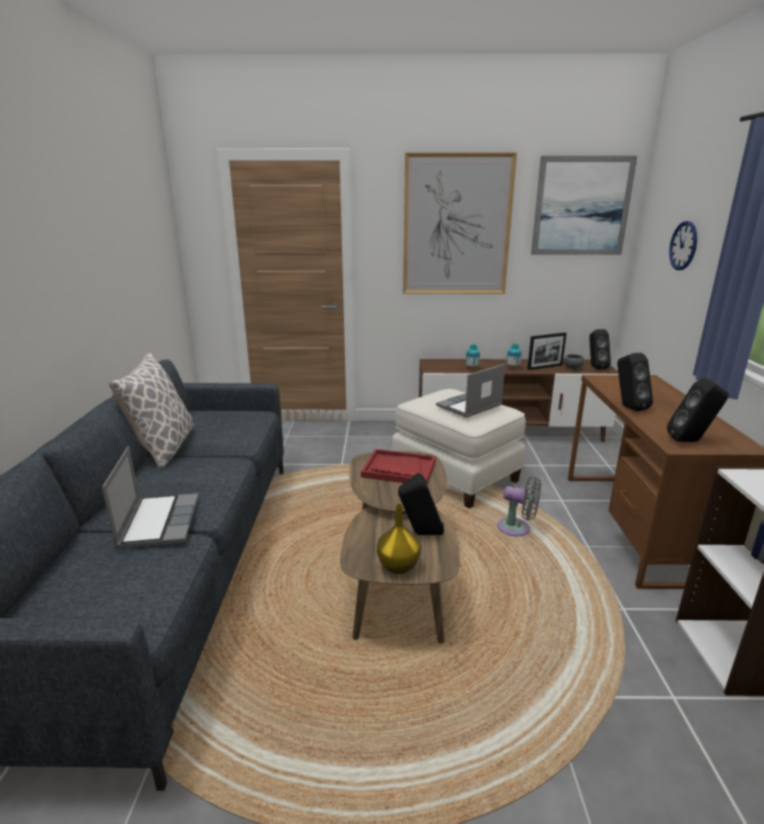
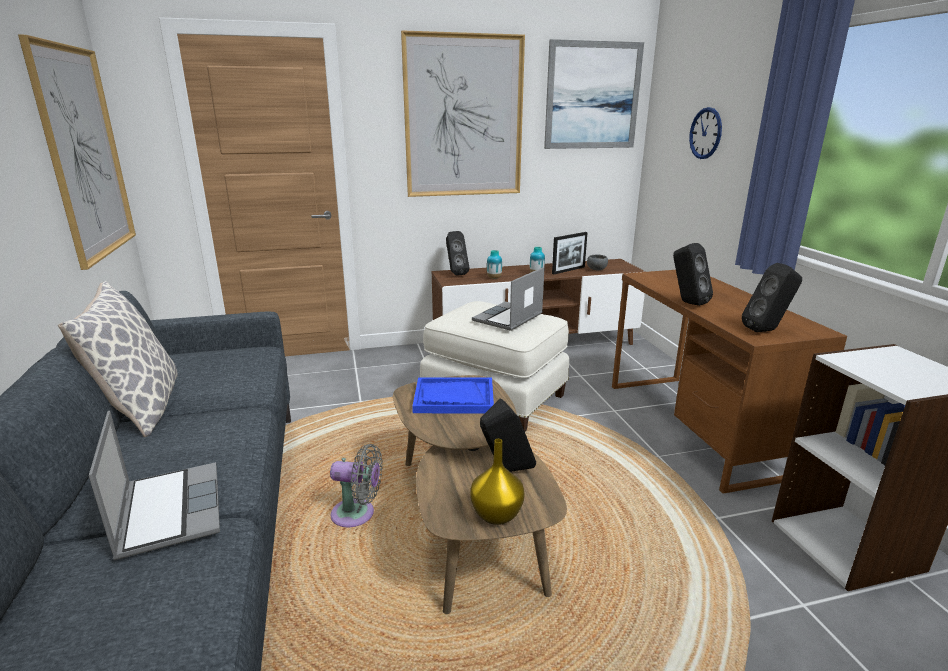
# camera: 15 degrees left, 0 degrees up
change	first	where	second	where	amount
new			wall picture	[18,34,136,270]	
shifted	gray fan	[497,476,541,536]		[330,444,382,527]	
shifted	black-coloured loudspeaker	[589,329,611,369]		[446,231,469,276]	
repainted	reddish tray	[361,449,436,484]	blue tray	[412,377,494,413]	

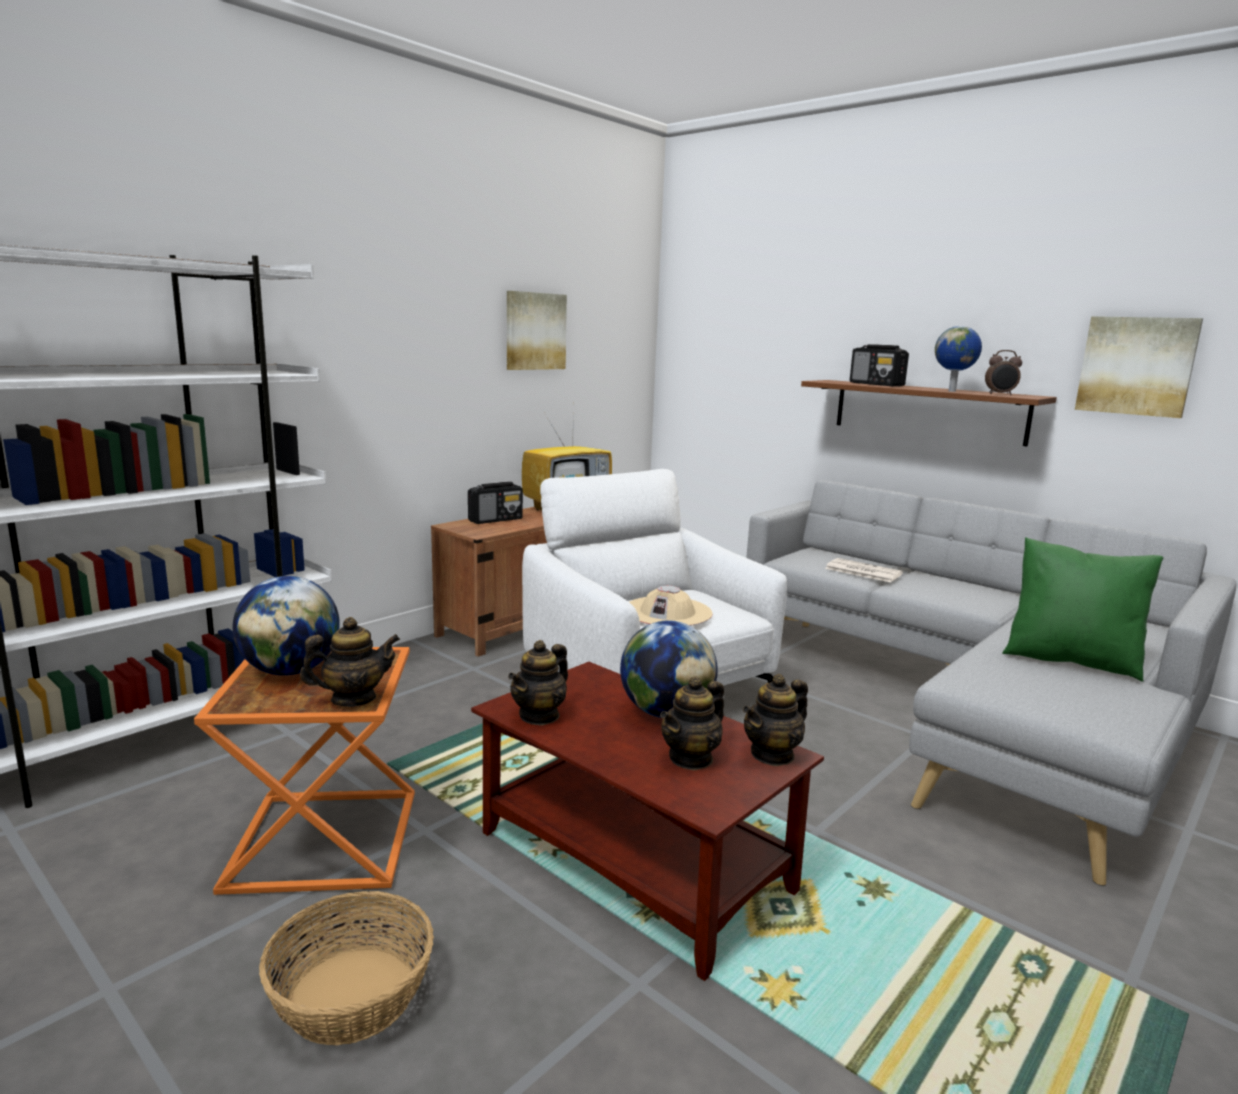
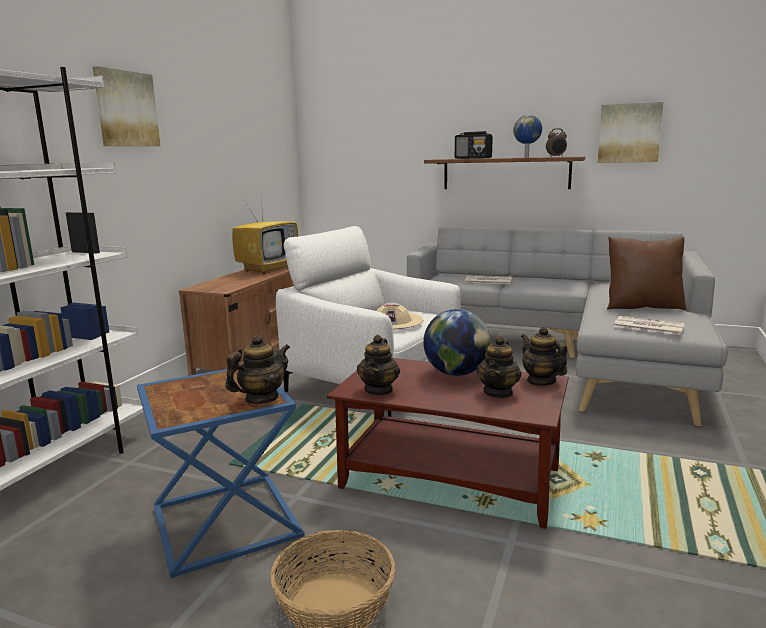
# camera: 20 degrees left, 0 degrees up
change	first	where	second	where	amount
gone	world globe	[233,576,340,676]			
gone	radio receiver	[468,482,523,524]			
new			newspaper	[614,316,685,335]	
shifted	wall picture	[507,291,567,370]		[93,66,160,146]	
repainted	orange end table	[194,647,415,895]	blue end table	[137,369,305,578]	
repainted	greenish cushion	[1002,537,1163,682]	brown cushion	[607,237,687,310]	
rotated	pot for tea	[743,674,808,766]		[521,327,567,386]	120 degrees clockwise

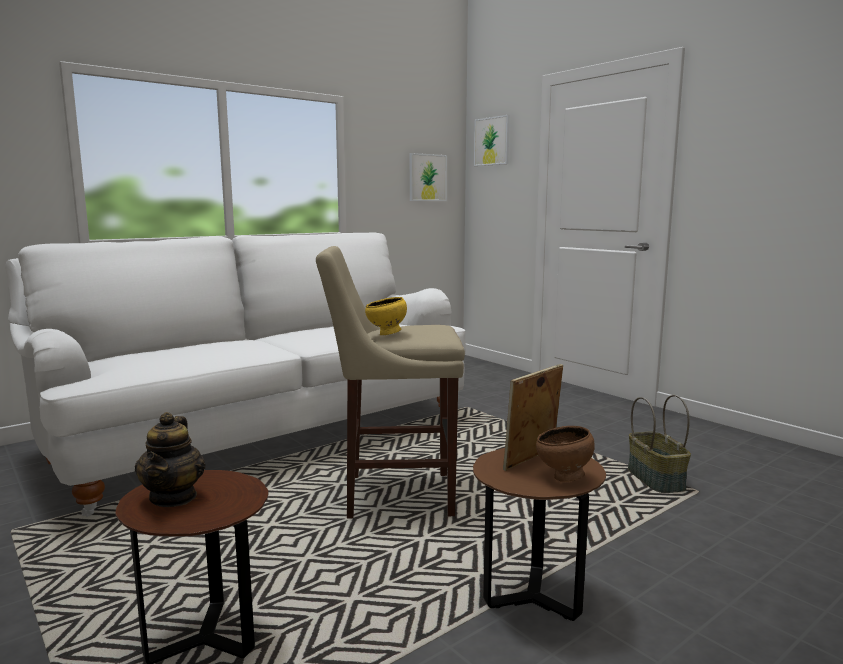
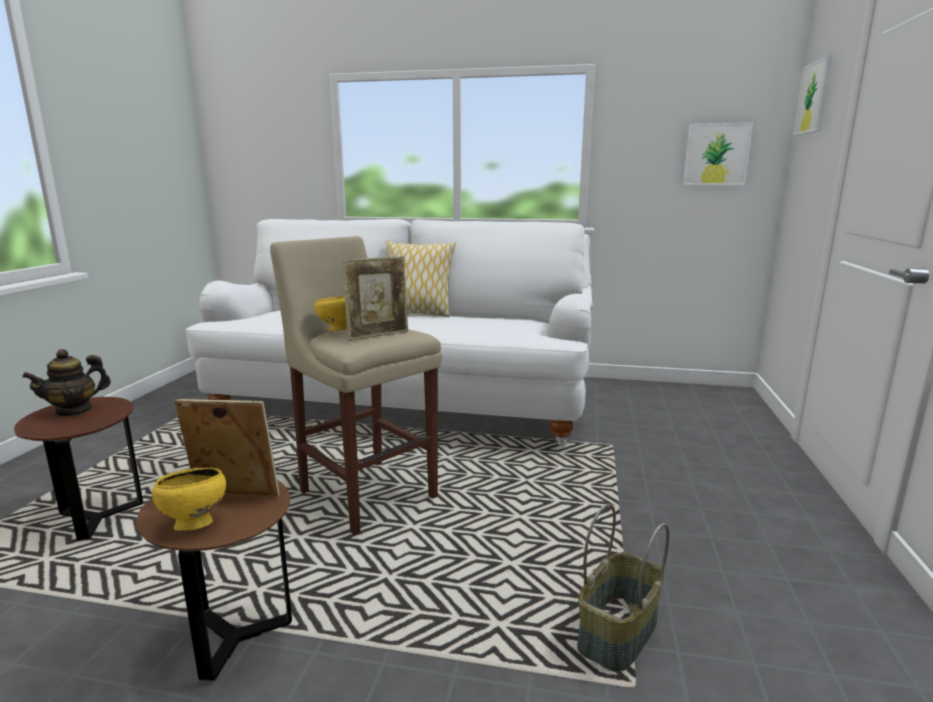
# camera: 50 degrees right, 5 degrees up
change	first	where	second	where	amount
new			picture frame	[342,256,408,341]	
new			cushion	[386,241,455,317]	
repainted	brown deep dish	[536,426,595,482]	yellow deep dish	[152,468,226,531]	

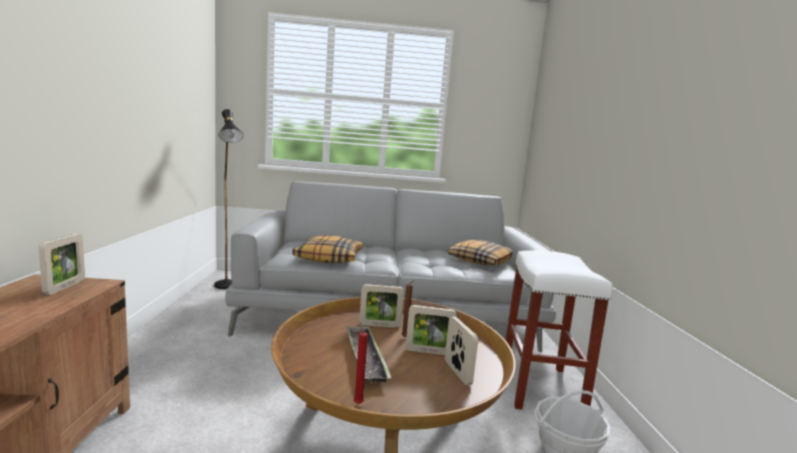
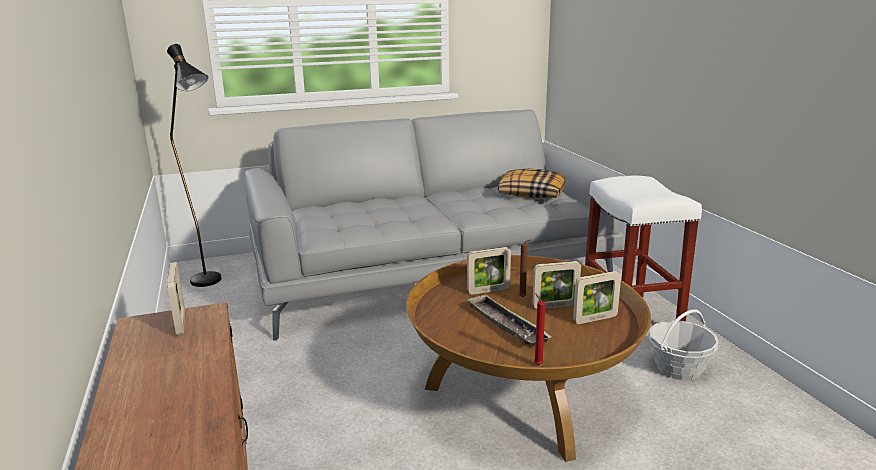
# camera: 15 degrees left, 10 degrees up
change	first	where	second	where	amount
gone	cushion	[293,236,363,263]			
rotated	picture frame	[445,317,478,385]		[573,271,621,324]	105 degrees clockwise

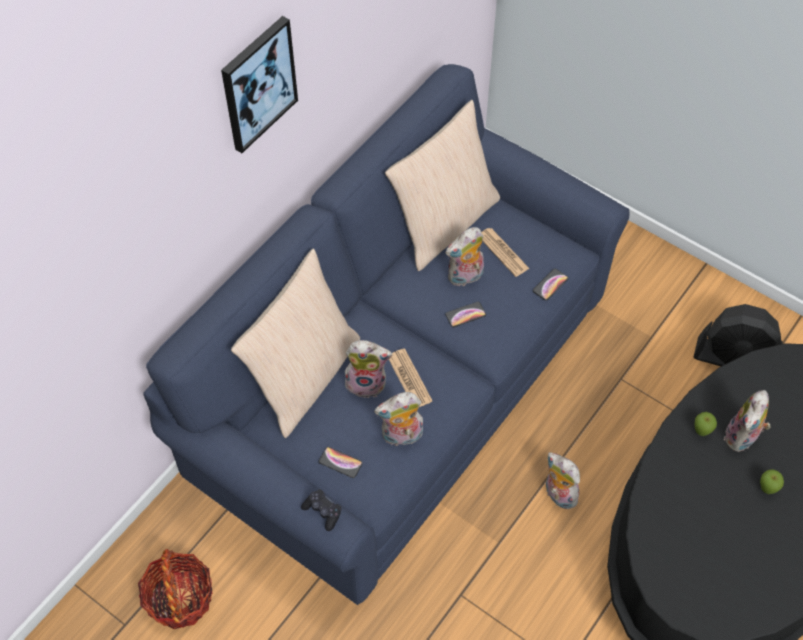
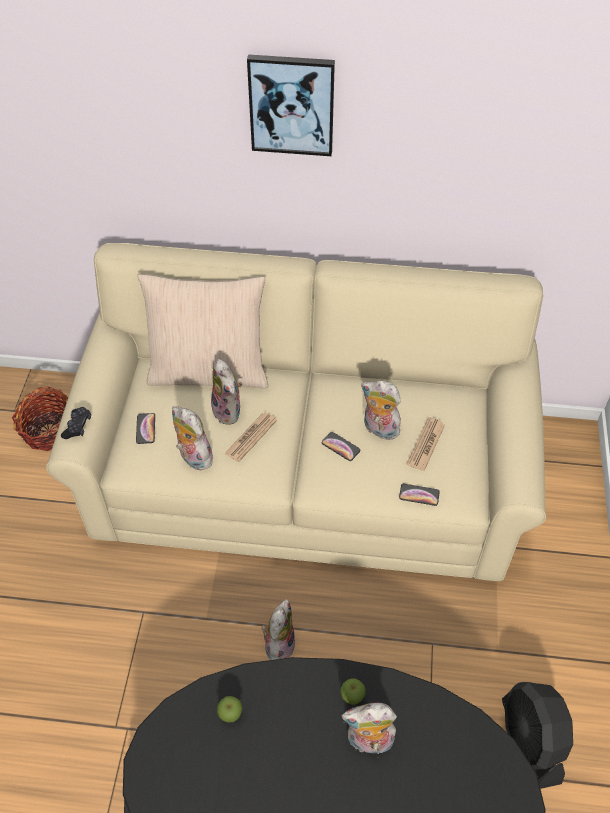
# camera: 60 degrees right, 5 degrees down
change	first	where	second	where	amount
gone	sand-coloured cushion	[385,100,500,271]			
shifted	apple	[760,470,784,494]		[217,696,242,722]	
repainted	blue couch	[143,64,630,605]	sand-coloured couch	[46,243,546,581]	

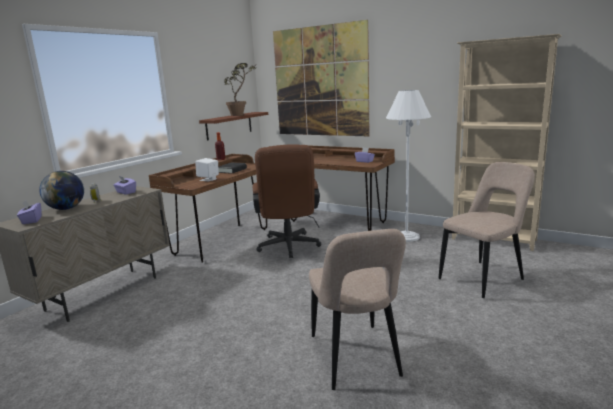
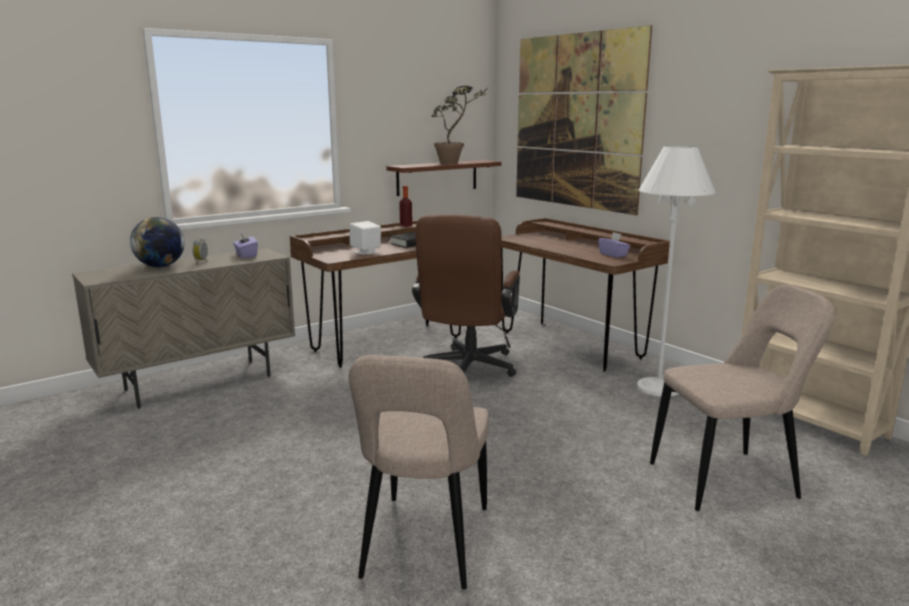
# camera: 20 degrees right, 0 degrees up
change	first	where	second	where	amount
gone	purple-coloured tissue holder	[17,200,42,224]			

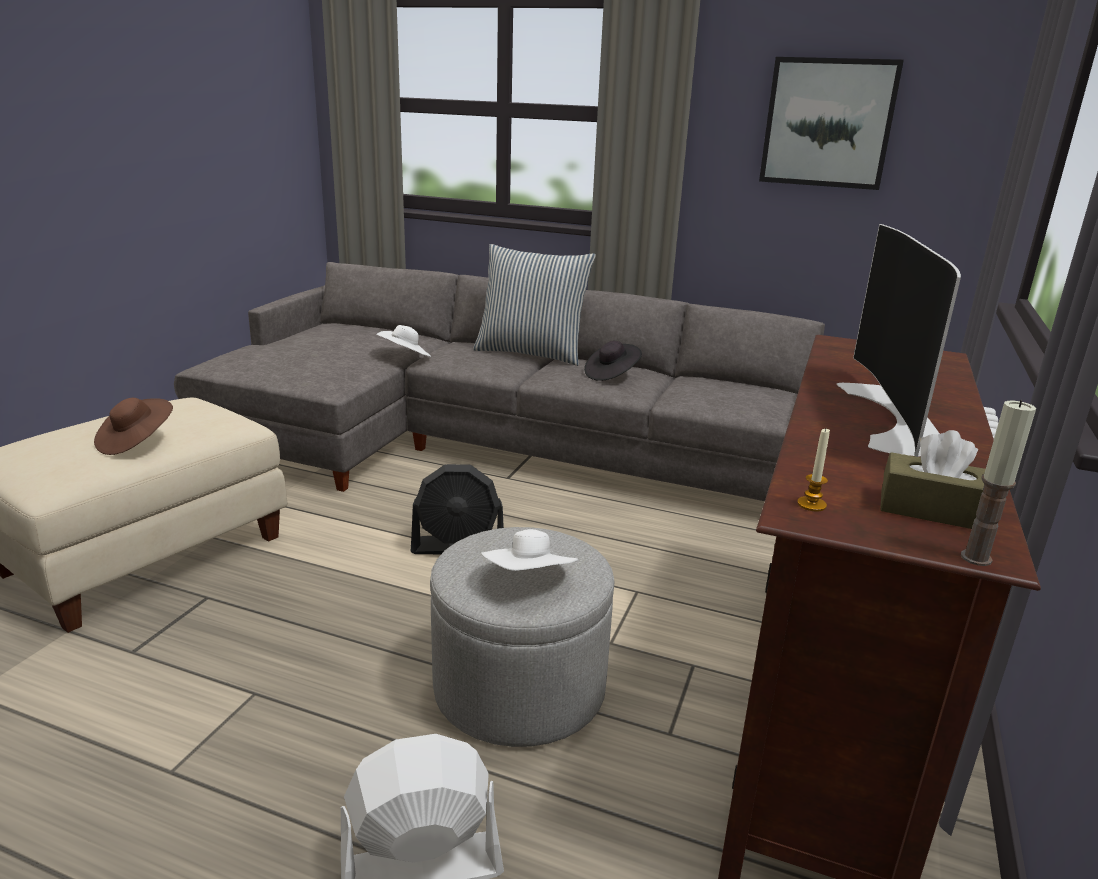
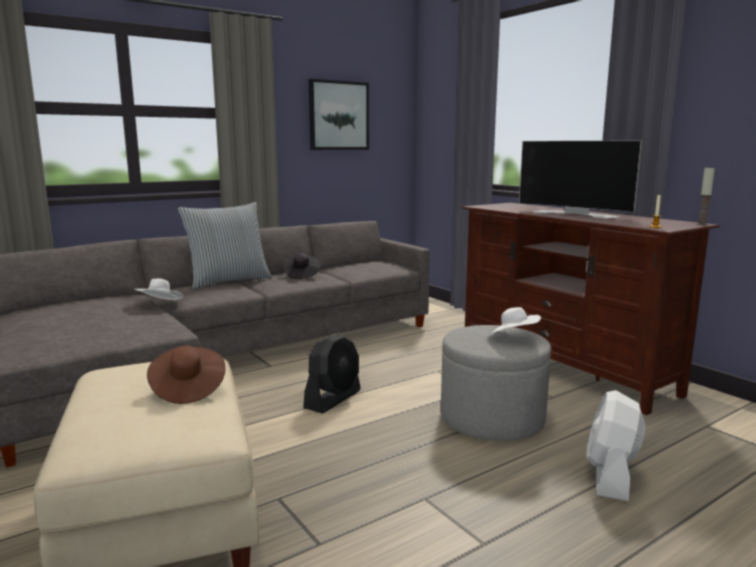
# camera: 55 degrees left, 10 degrees down
change	first	where	second	where	amount
gone	brown tissue holder	[880,430,986,529]			

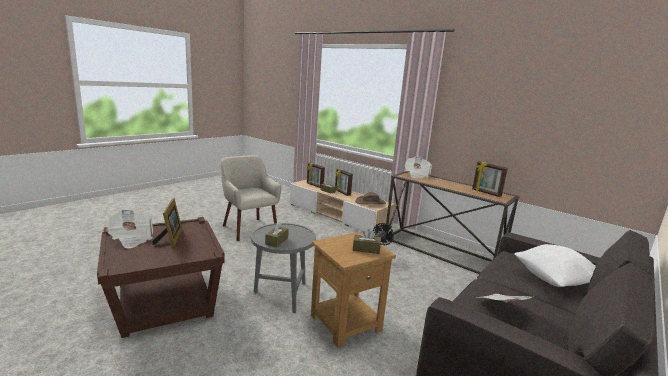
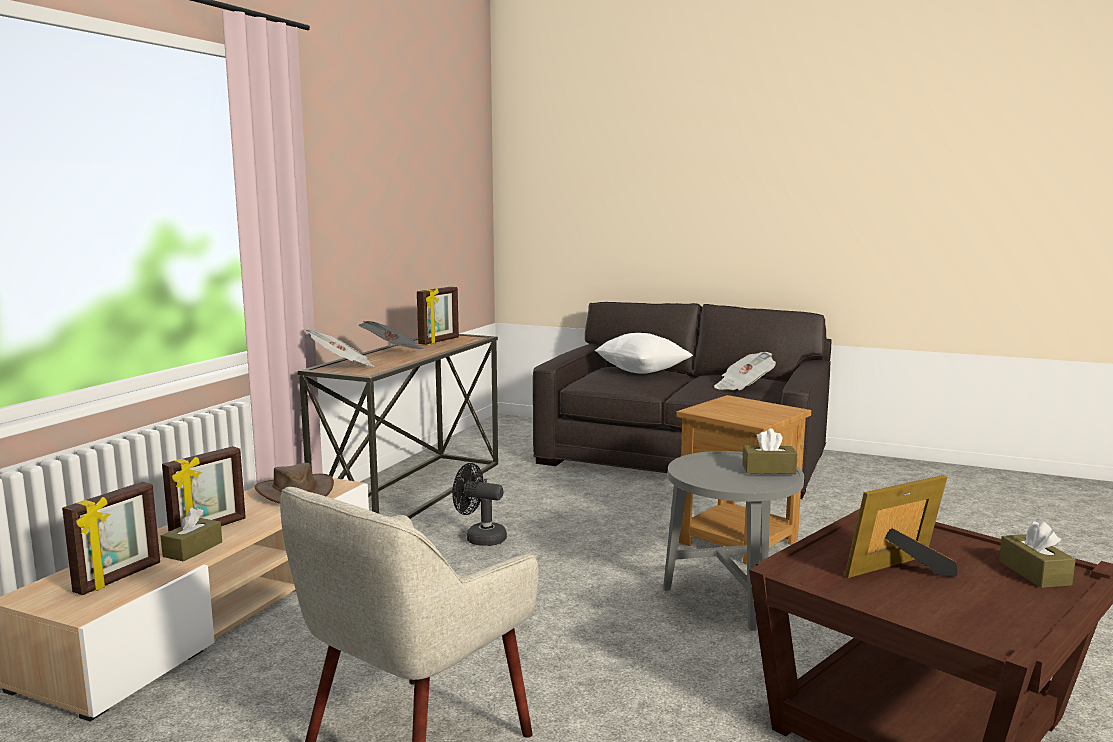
# camera: 105 degrees left, 5 degrees down
change	first	where	second	where	amount
shifted	newspaper	[106,209,153,249]		[359,321,424,349]	
shifted	brown tissue holder	[353,229,381,254]		[999,521,1076,588]	

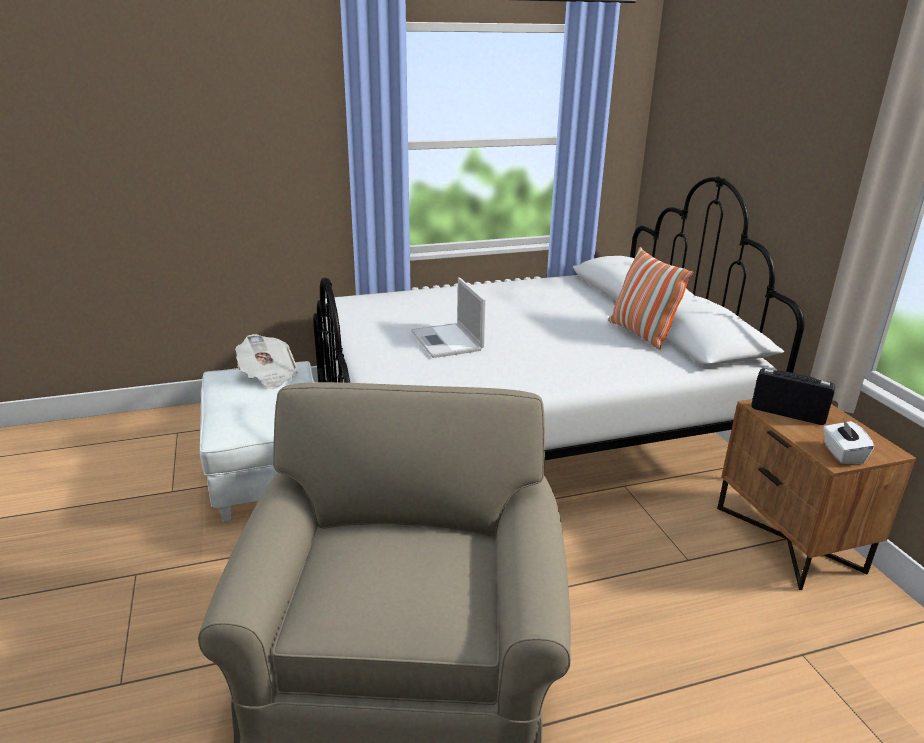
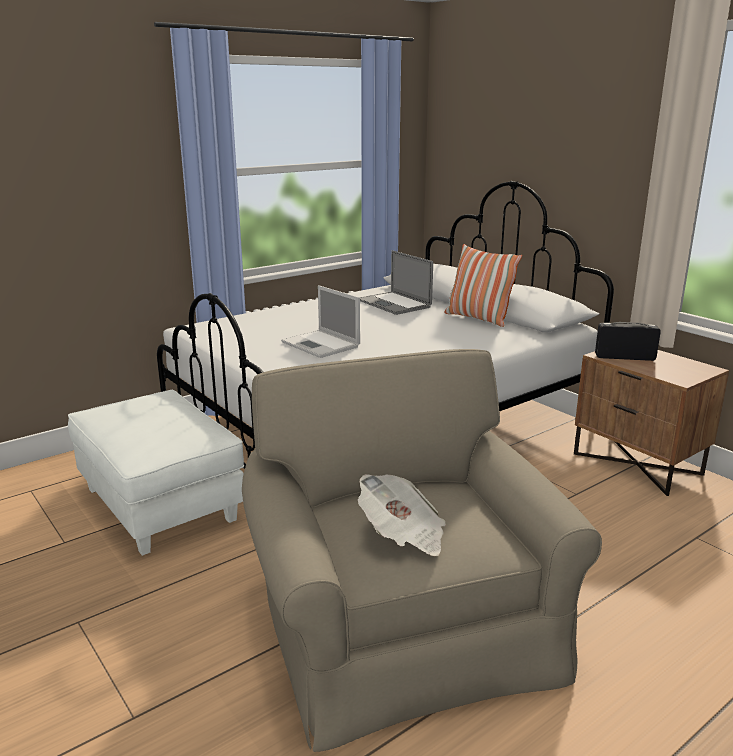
# camera: 20 degrees left, 5 degrees down
change	first	where	second	where	amount
gone	white tissue holder	[823,418,874,464]			
new			notebook computer	[360,250,433,315]	
shifted	newspaper	[235,334,298,389]		[358,474,446,556]	

